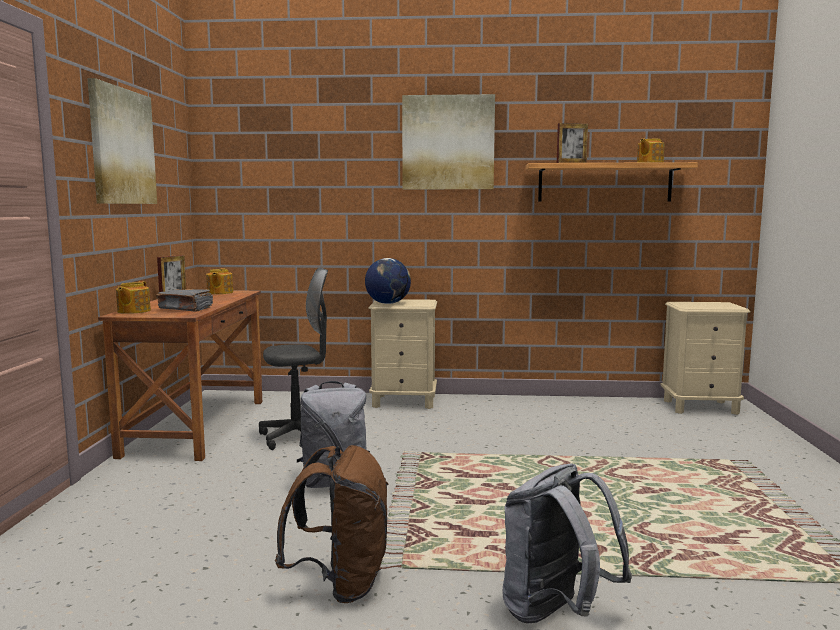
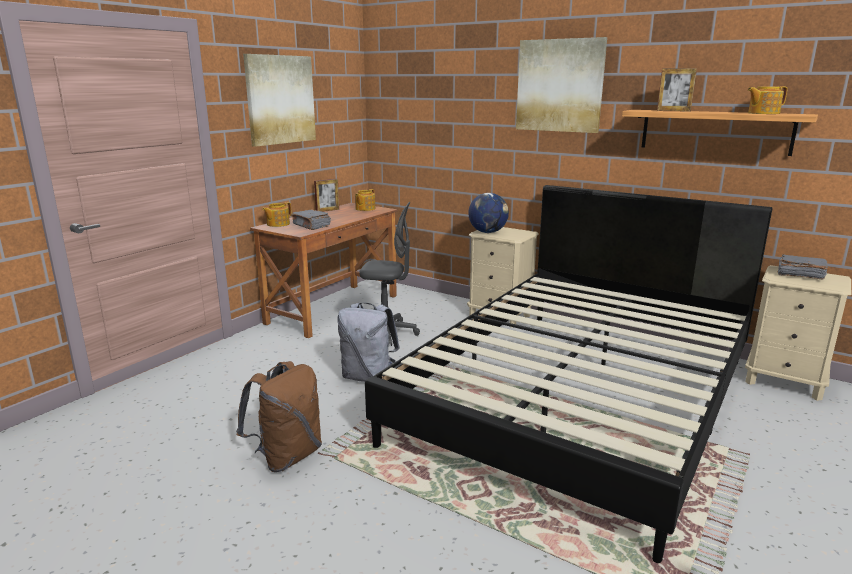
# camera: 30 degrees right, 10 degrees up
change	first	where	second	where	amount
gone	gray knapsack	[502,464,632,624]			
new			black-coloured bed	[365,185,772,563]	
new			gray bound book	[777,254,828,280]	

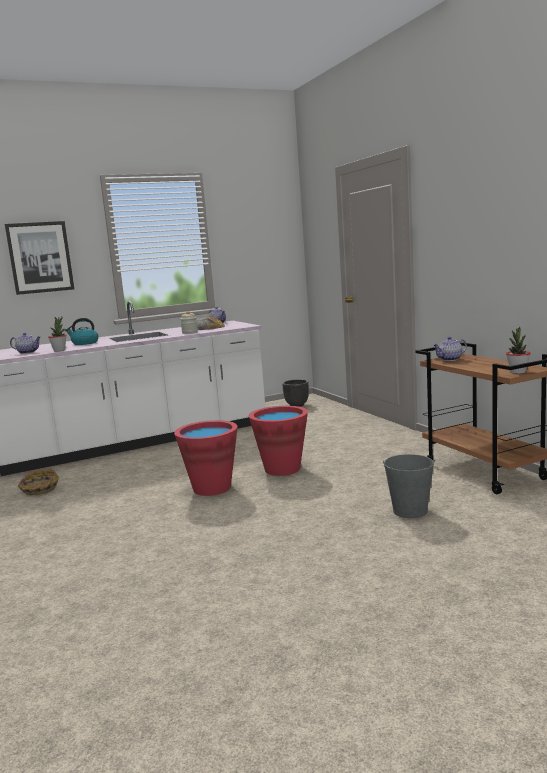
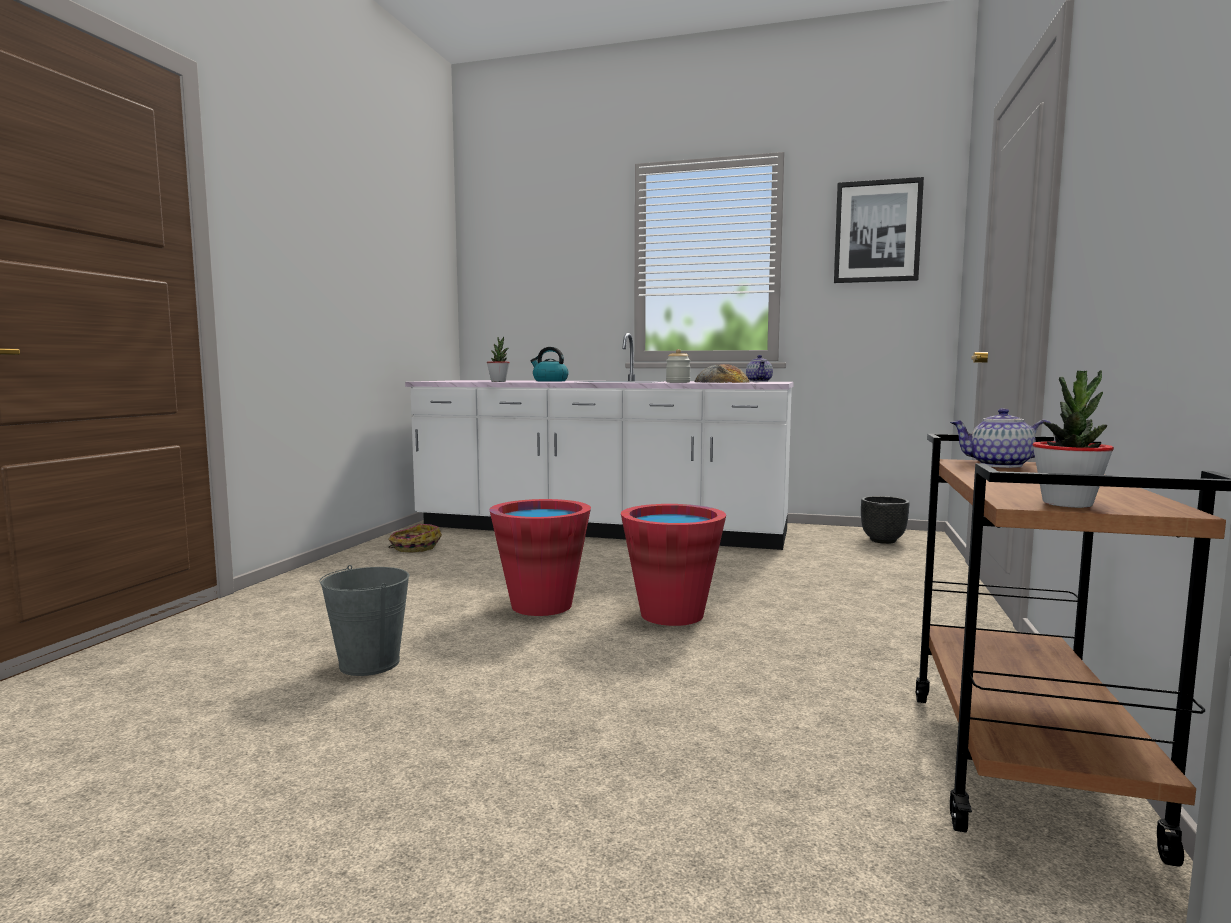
# camera: 40 degrees right, 5 degrees down
change	first	where	second	where	amount
gone	pot for tea	[10,333,41,354]			
shifted	wall picture	[5,221,74,295]		[834,177,924,283]	
shifted	gray pail	[383,454,435,518]		[319,565,409,676]	

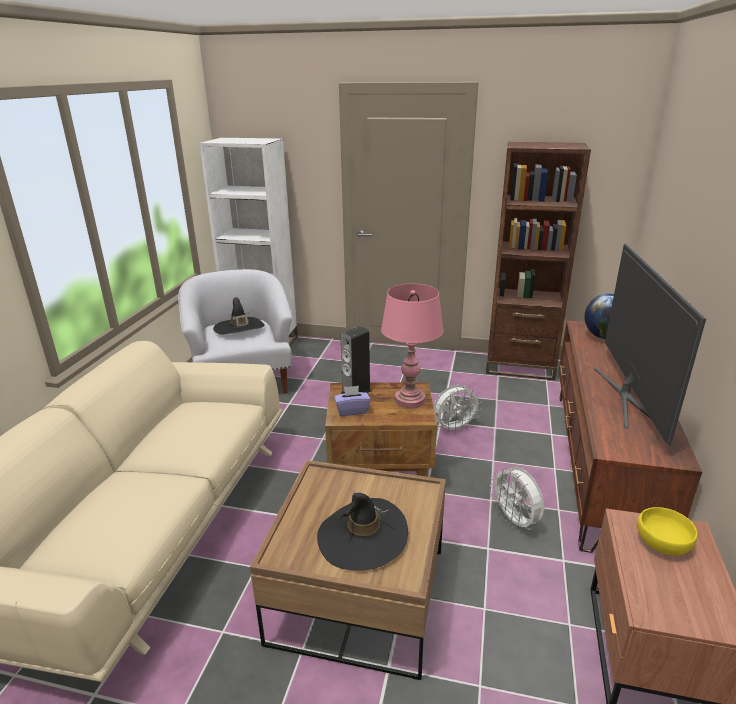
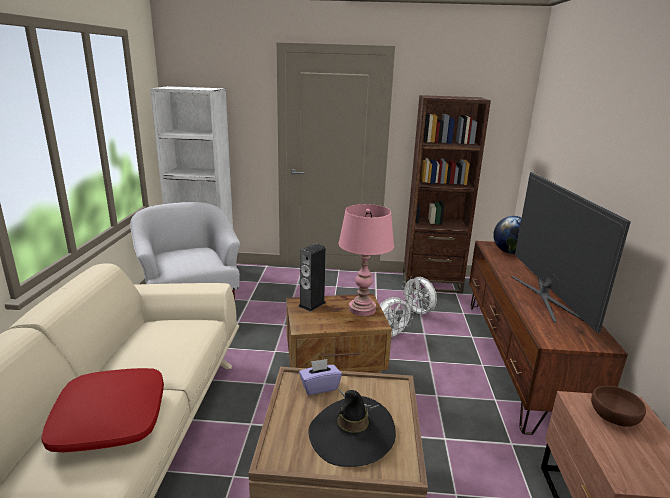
# camera: 10 degrees left, 5 degrees down
change	first	where	second	where	amount
gone	black-coloured clothing hat	[213,297,265,335]			
new			reddish cushion	[41,368,164,452]	
shifted	purple-coloured tissue holder	[334,386,371,416]		[299,359,342,395]	
shifted	white fan	[490,466,544,531]		[401,276,437,317]	
repainted	yellow deep dish	[637,507,698,556]	brown deep dish	[591,386,646,427]	

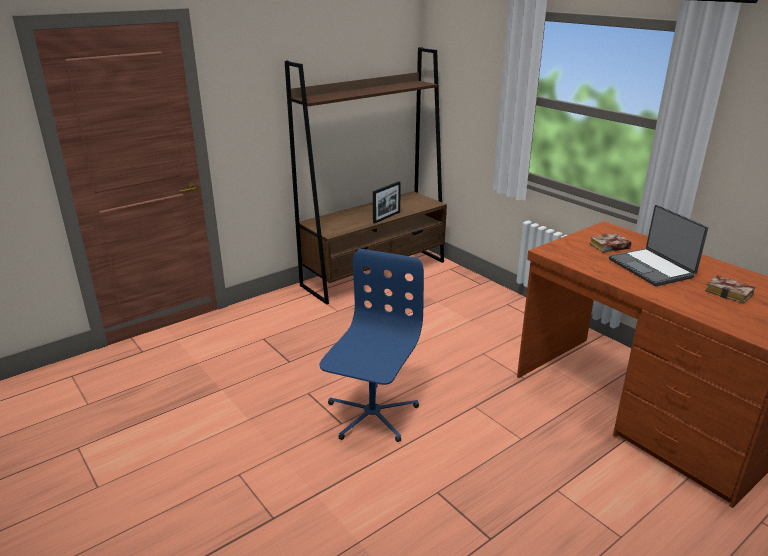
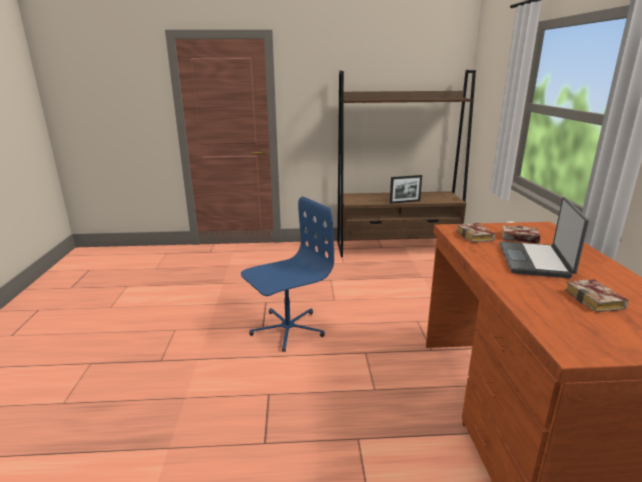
# camera: 35 degrees right, 5 degrees down
change	first	where	second	where	amount
new			bound book	[456,223,495,243]	

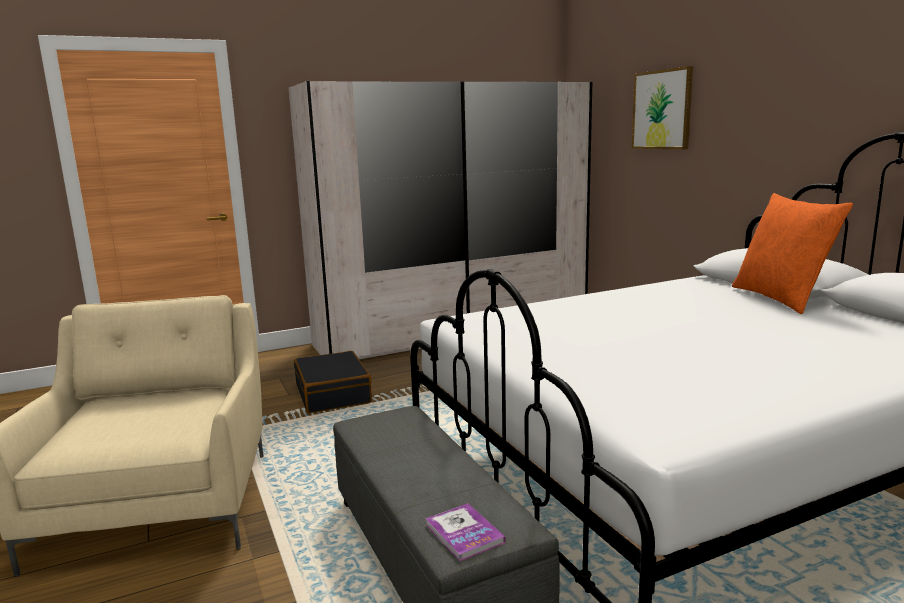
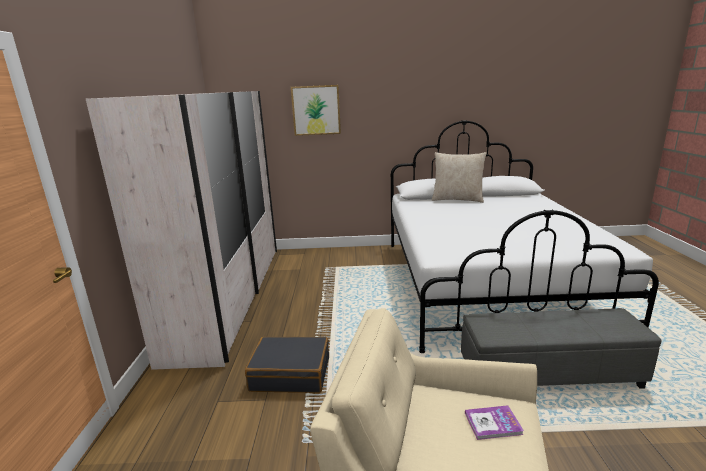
# camera: 65 degrees left, 5 degrees up
change	first	where	second	where	amount
shifted	bound book	[425,503,505,561]		[465,405,524,440]	
repainted	orange cushion	[732,193,853,314]	sand-coloured cushion	[432,152,487,203]	

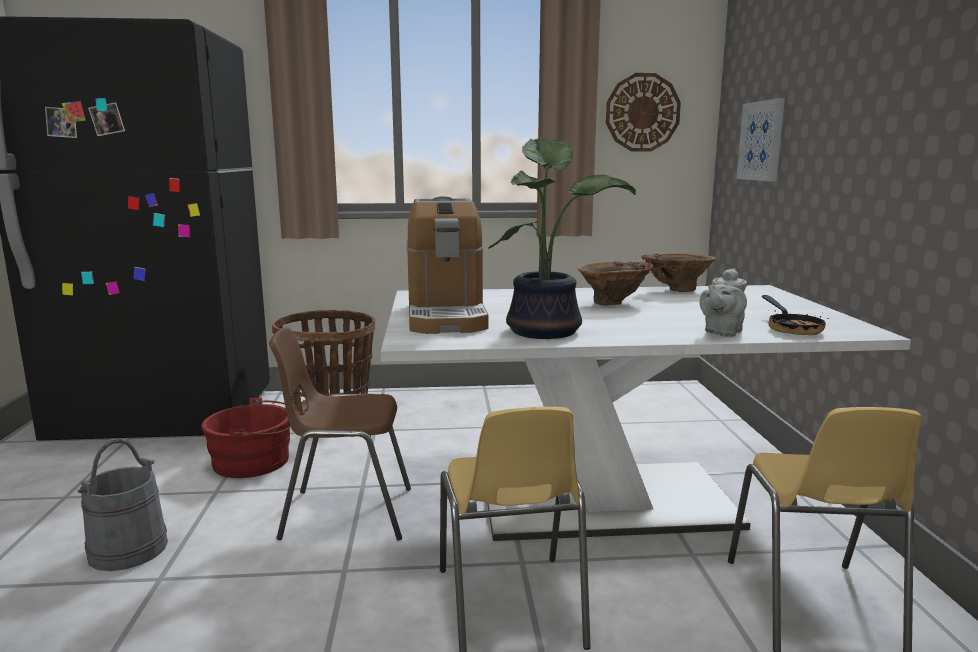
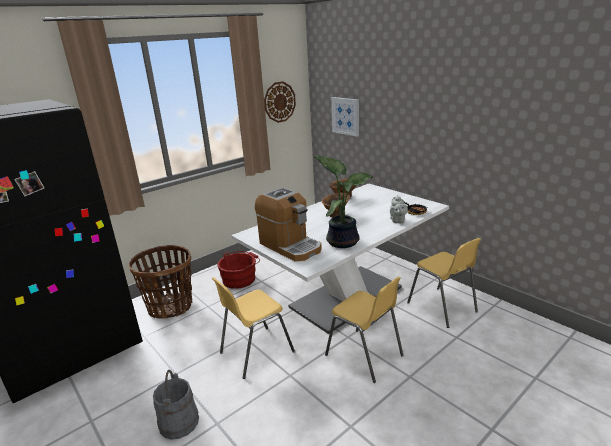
# camera: 35 degrees left, 10 degrees up
change	first	where	second	where	amount
shifted	reddish pail	[202,398,300,478]		[217,251,260,289]	
repainted	brown upright chair	[269,327,411,541]	yellow upright chair	[212,277,295,379]	

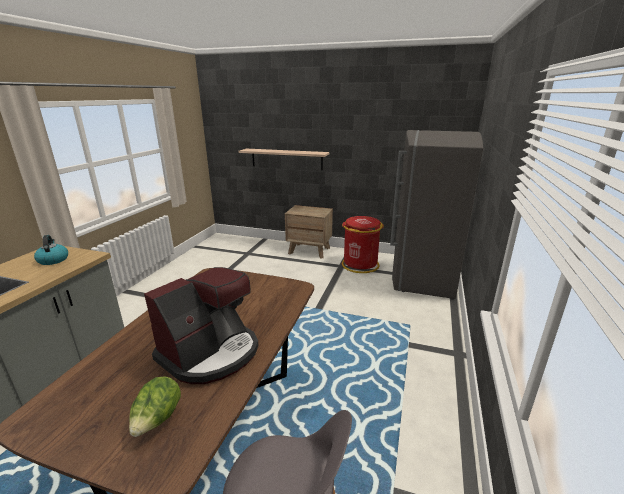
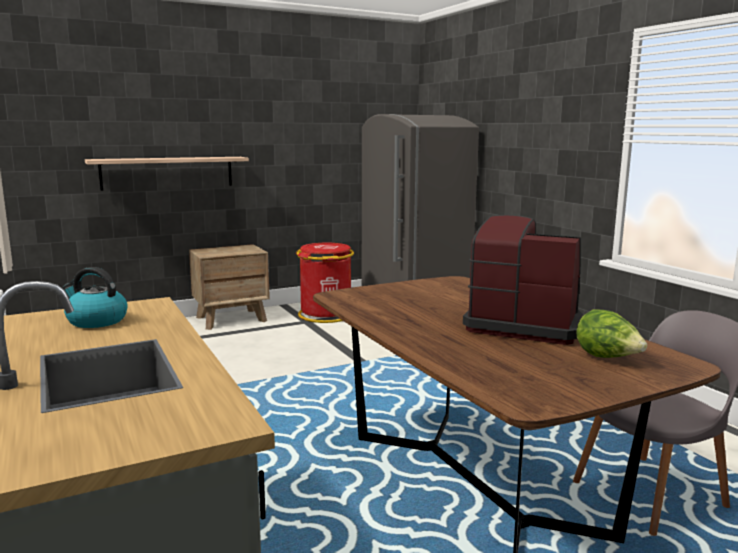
# camera: 45 degrees left, 10 degrees down
change	first	where	second	where	amount
rotated	coffee maker	[144,267,259,384]		[463,215,583,345]	60 degrees counterclockwise

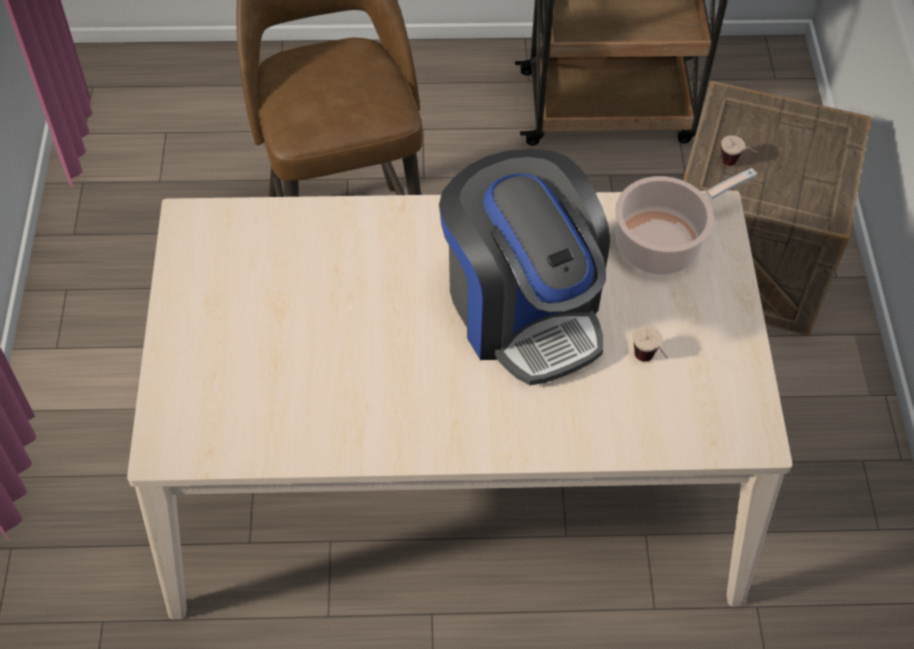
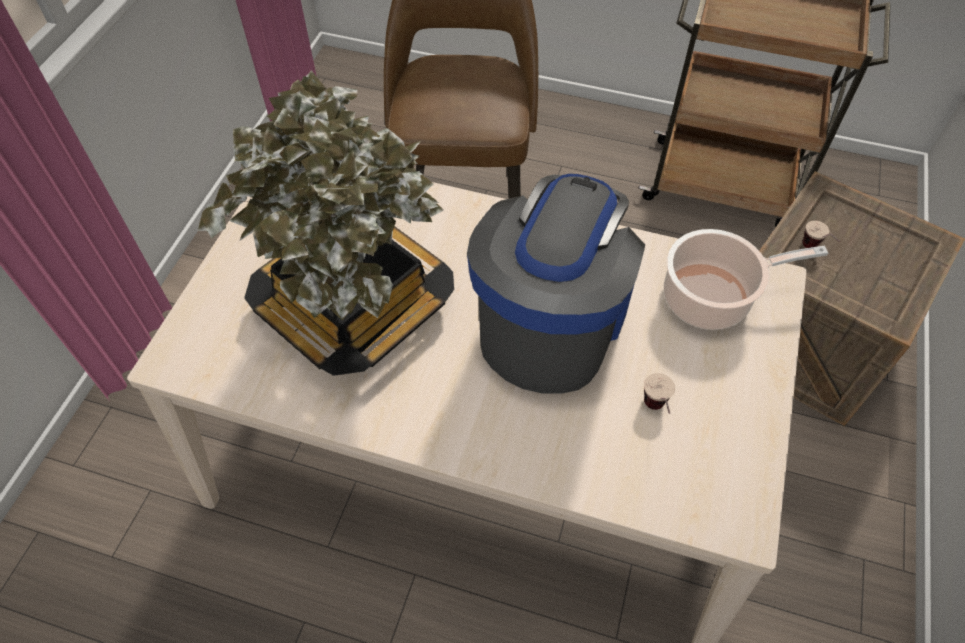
# camera: 20 degrees right, 0 degrees up
change	first	where	second	where	amount
new			potted plant	[198,70,454,376]	
rotated	coffee maker	[439,149,610,385]		[467,174,645,394]	150 degrees counterclockwise

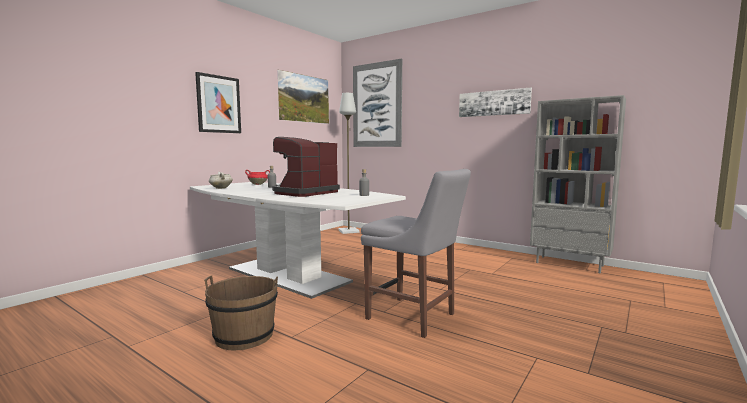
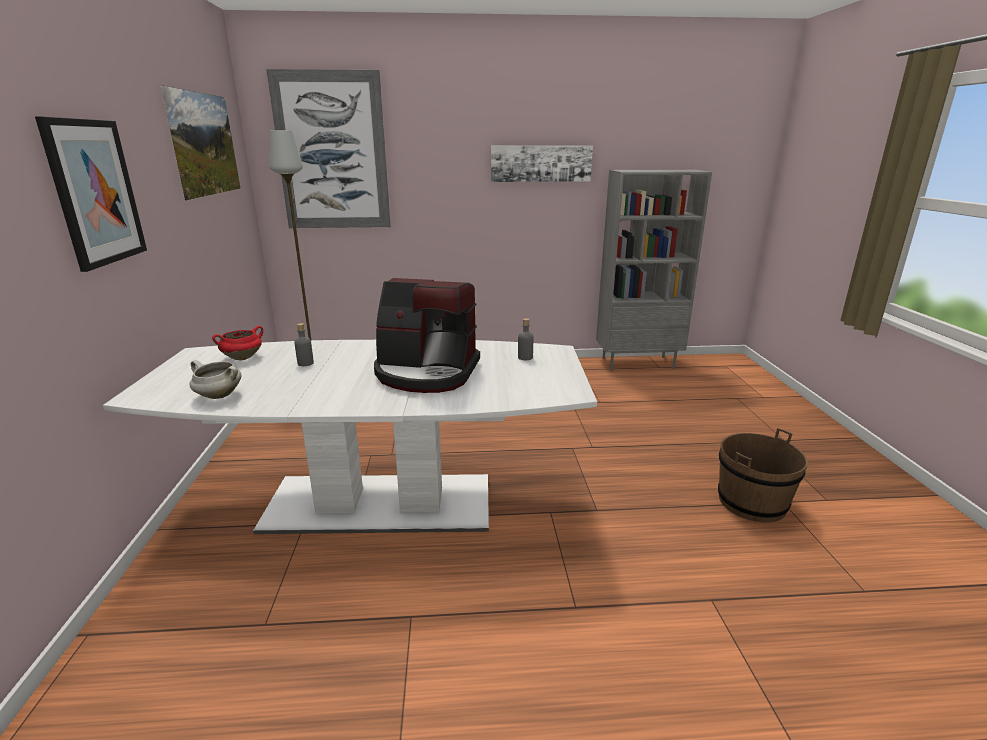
# camera: 40 degrees left, 15 degrees up
change	first	where	second	where	amount
gone	gray upright chair	[361,169,471,338]			
shifted	brown pail	[204,275,278,350]		[718,428,808,522]	
rotated	coffee maker	[272,137,340,197]		[374,278,480,393]	75 degrees counterclockwise

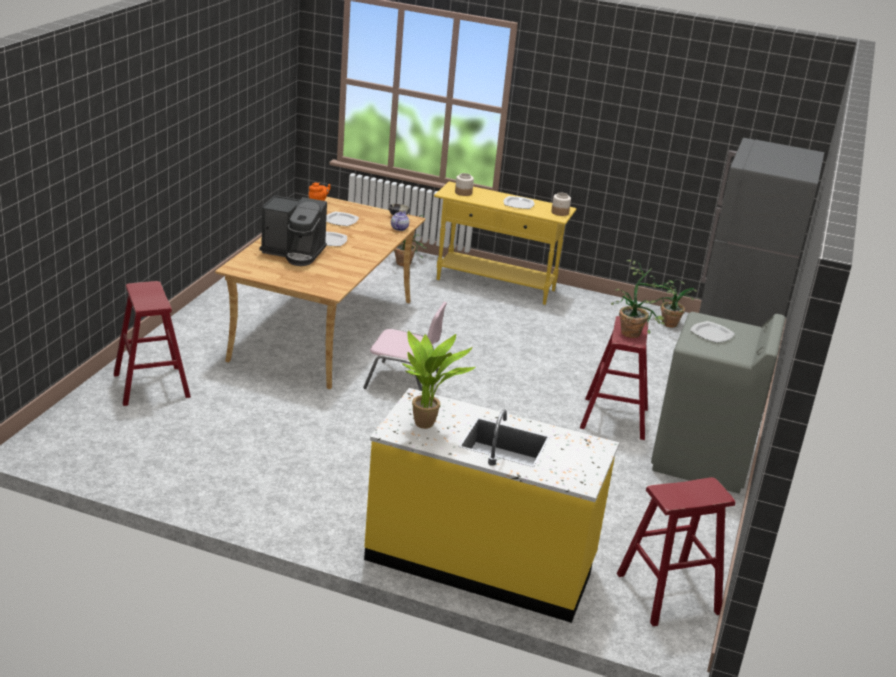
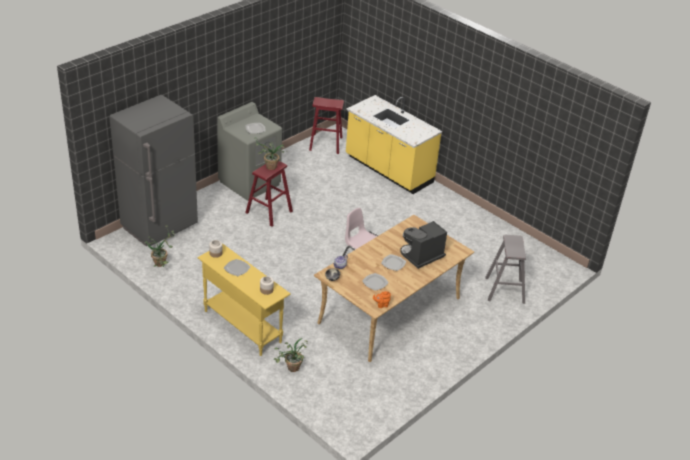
# camera: 155 degrees left, 10 degrees up
change	first	where	second	where	amount
gone	potted plant	[401,331,475,429]			
repainted	reddish stool	[114,281,191,406]	gray stool	[485,235,526,304]	
rotated	coffee maker	[260,195,327,266]		[400,221,447,269]	75 degrees counterclockwise

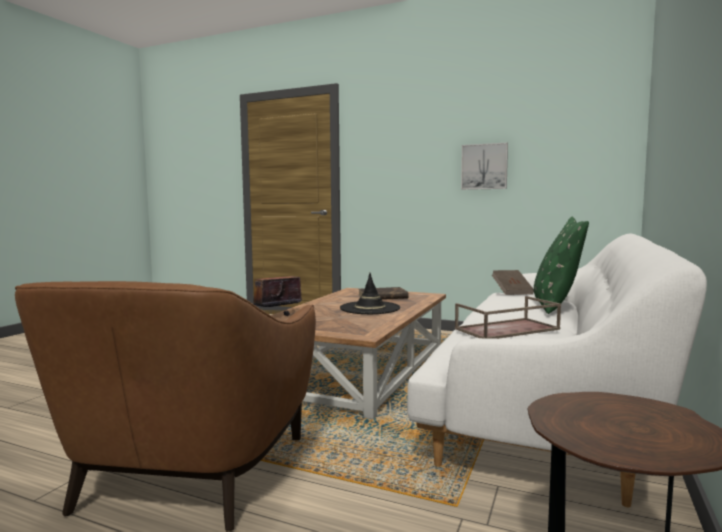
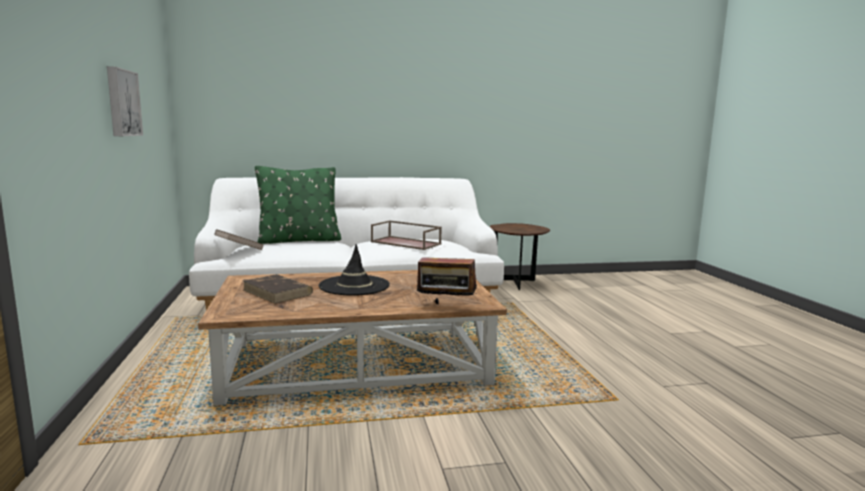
# camera: 125 degrees left, 5 degrees up
change	first	where	second	where	amount
gone	brown easy chair	[15,281,316,532]			

